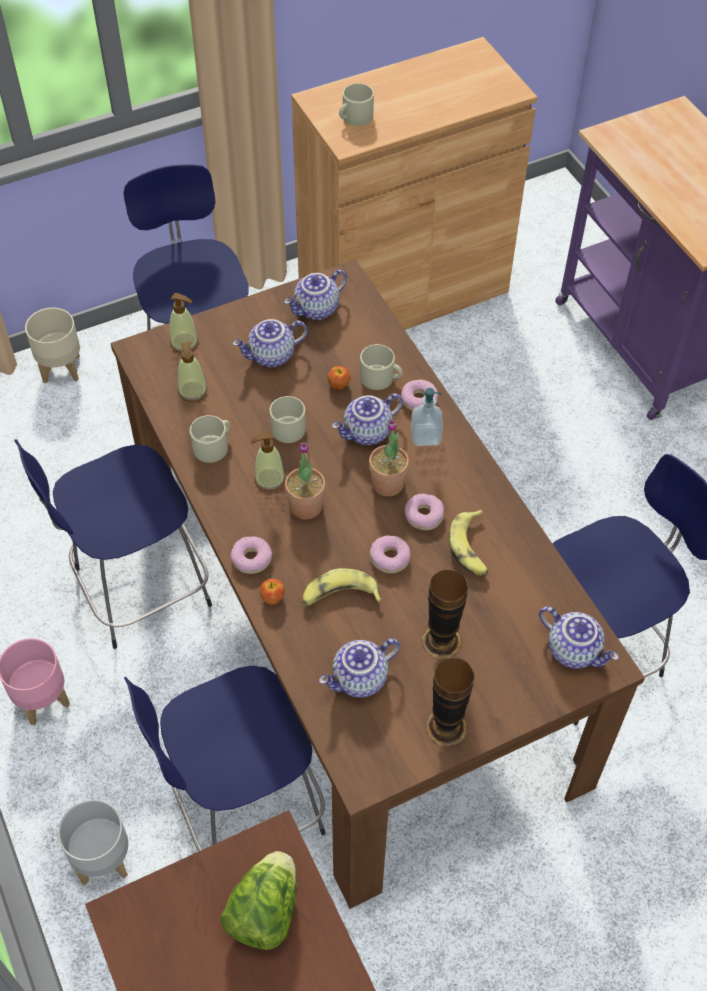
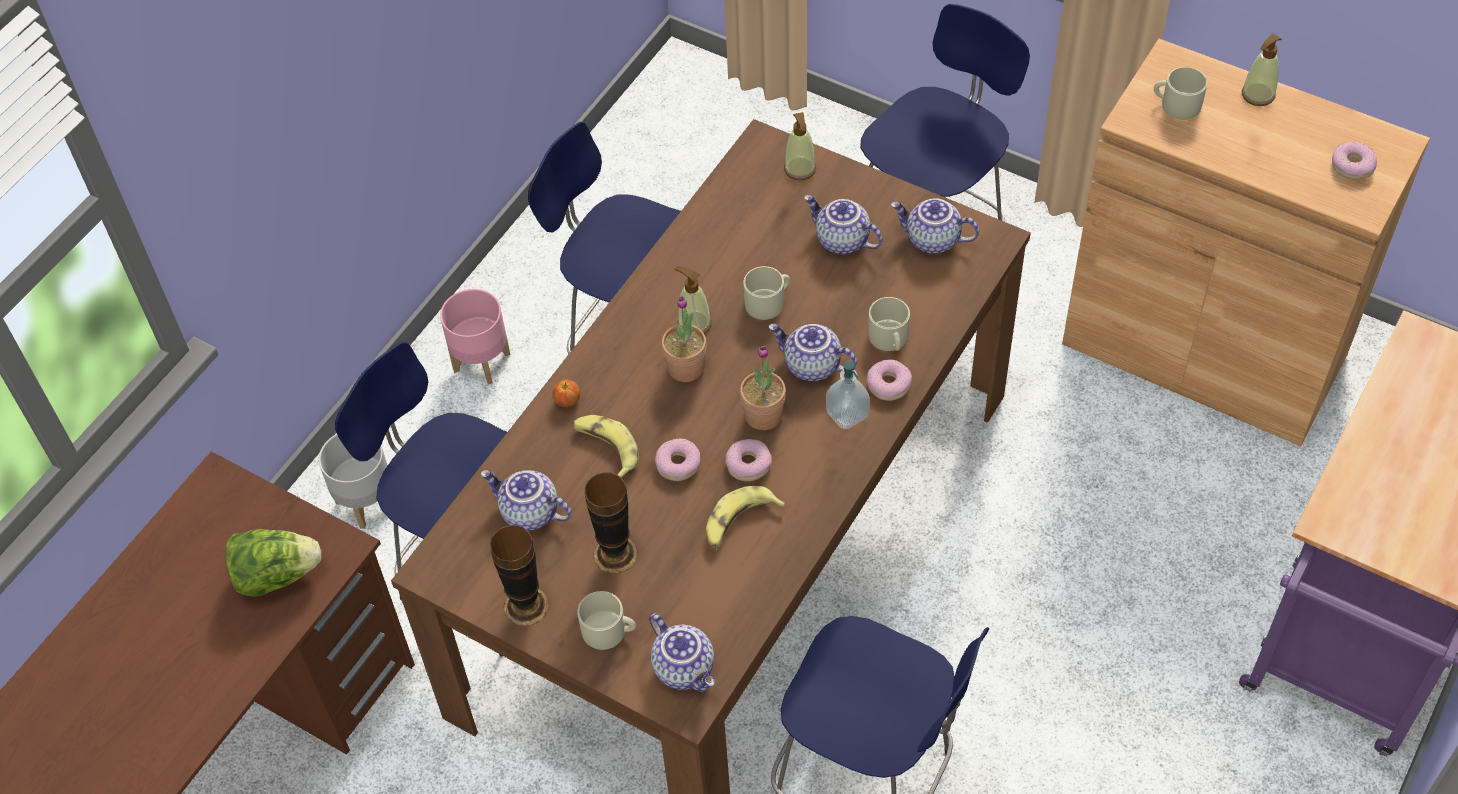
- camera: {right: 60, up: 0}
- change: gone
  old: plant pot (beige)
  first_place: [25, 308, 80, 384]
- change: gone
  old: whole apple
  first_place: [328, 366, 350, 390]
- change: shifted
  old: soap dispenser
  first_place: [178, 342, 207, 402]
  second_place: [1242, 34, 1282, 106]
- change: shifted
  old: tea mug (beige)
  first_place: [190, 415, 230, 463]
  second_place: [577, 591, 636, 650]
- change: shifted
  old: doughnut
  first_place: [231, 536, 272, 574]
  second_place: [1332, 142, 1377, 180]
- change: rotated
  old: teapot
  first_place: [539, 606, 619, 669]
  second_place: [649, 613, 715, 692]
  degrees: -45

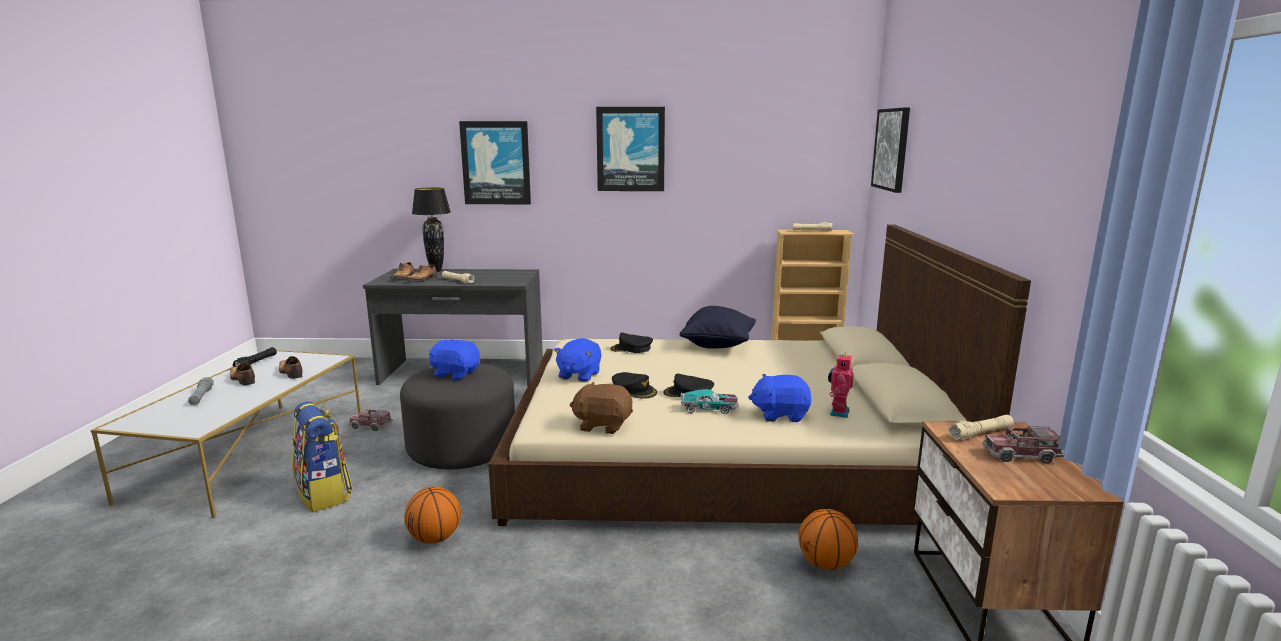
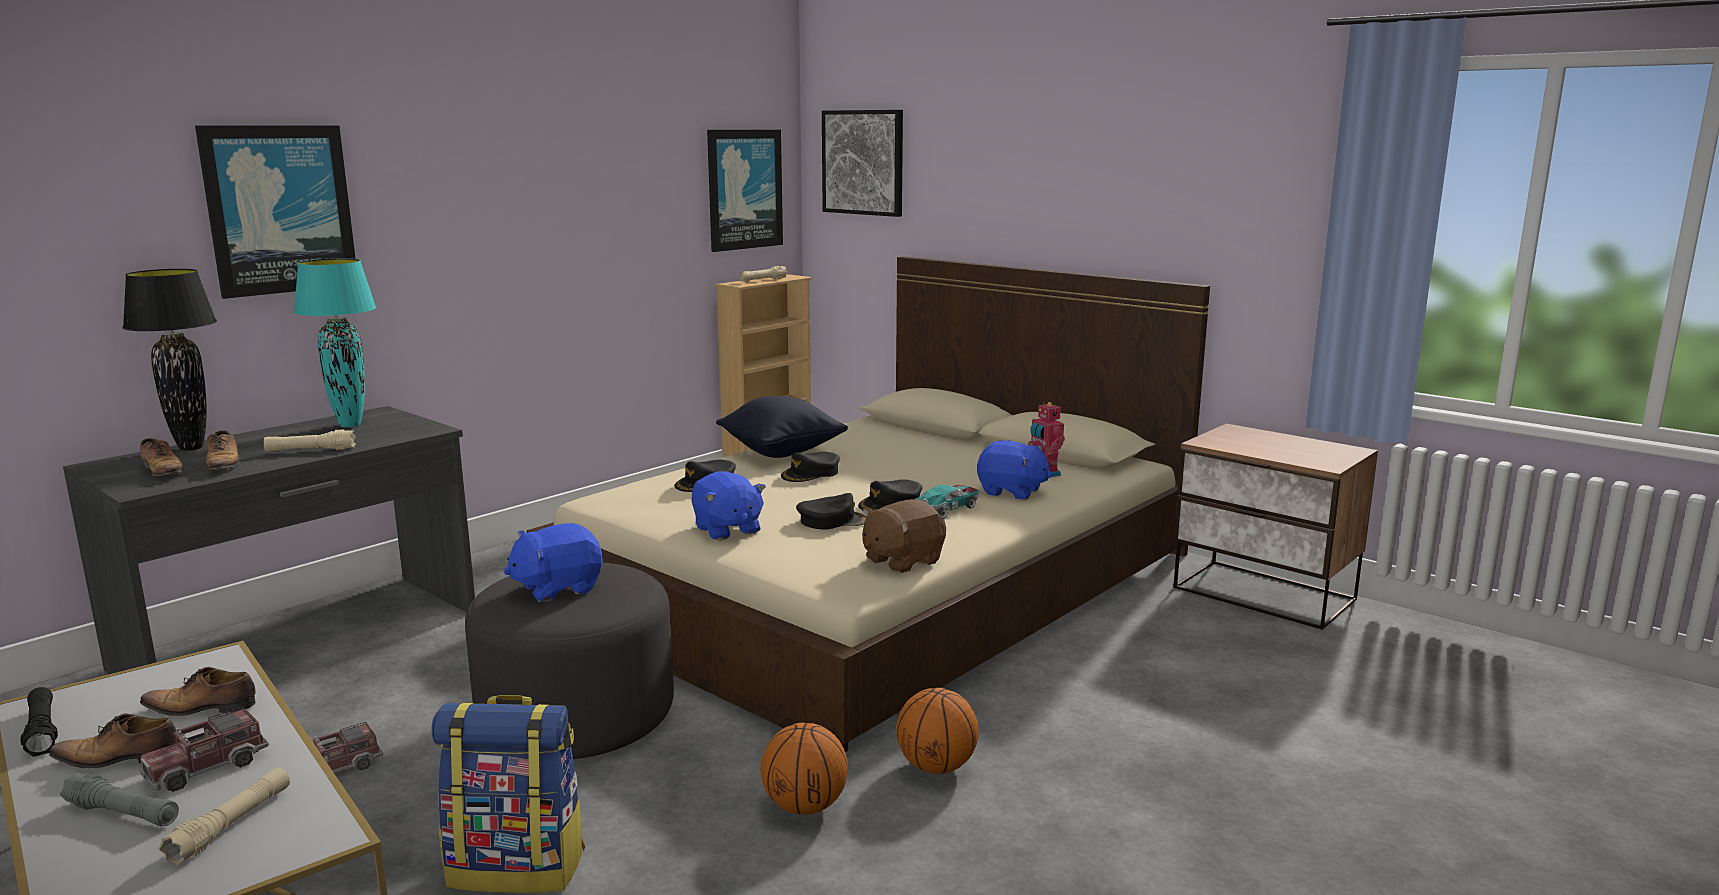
- camera: {right: -50, up: 0}
- change: new
  new: tabletop lamp (turquoise)
  second_place: [294, 258, 376, 428]
- change: new
  new: peaked cap (blackish)
  second_place: [781, 451, 840, 482]
- change: shifted
  old: wall picture
  first_place: [596, 107, 665, 191]
  second_place: [707, 130, 783, 252]
- change: shifted
  old: basketball ball
  first_place: [798, 509, 858, 570]
  second_place: [896, 688, 979, 774]
- change: shifted
  old: flashlight (beige)
  first_place: [948, 415, 1014, 440]
  second_place: [158, 768, 290, 865]
- change: shifted
  old: toy truck
  first_place: [982, 426, 1064, 463]
  second_place: [139, 707, 269, 792]
- change: rotated
  old: soft toy (bluish)
  first_place: [748, 374, 812, 422]
  second_place: [977, 440, 1053, 500]
  degrees: -105

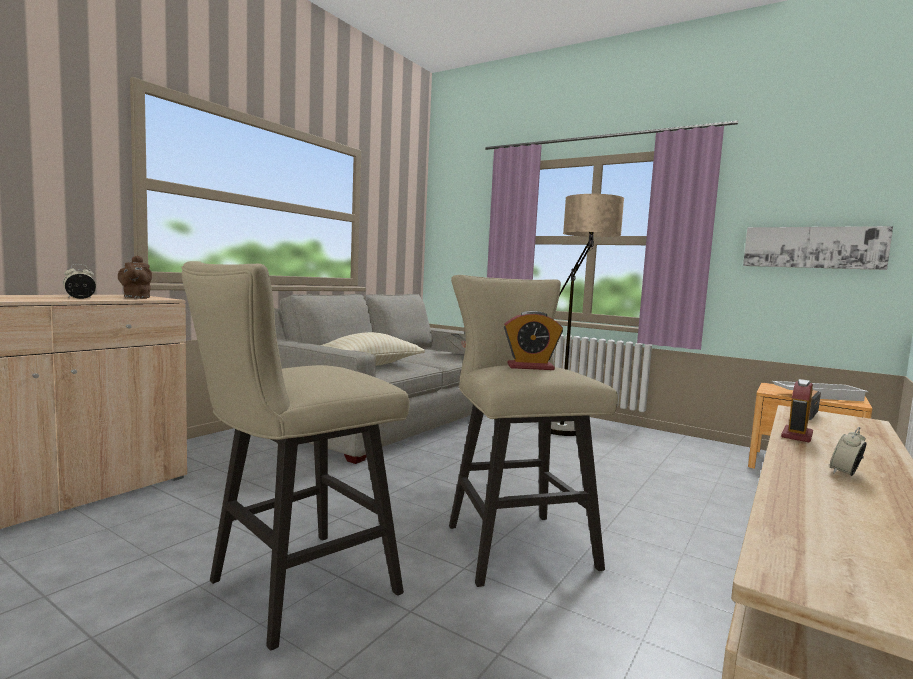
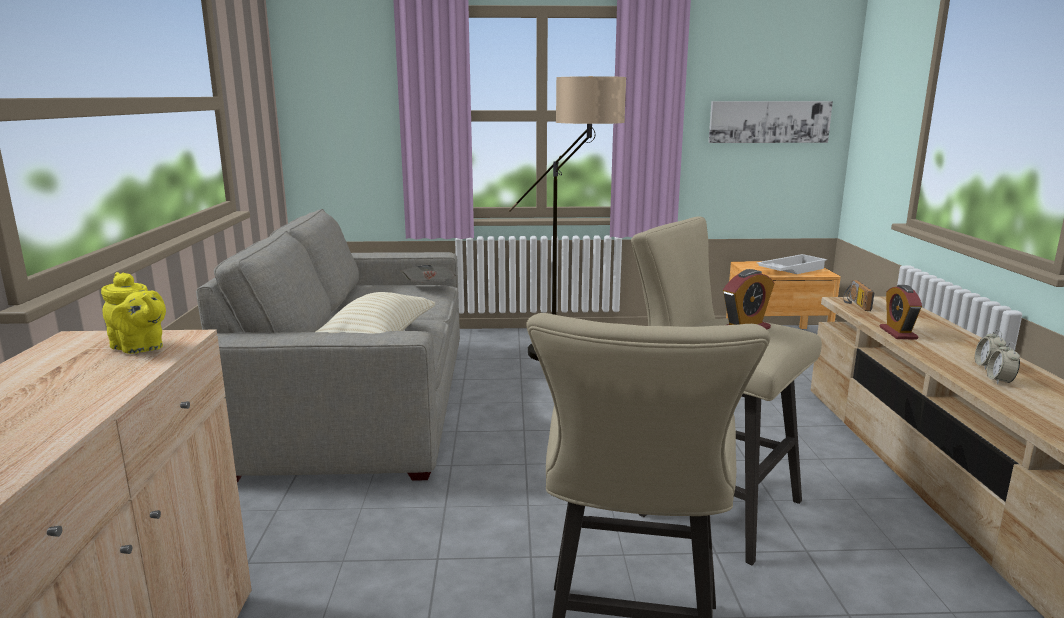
- camera: {right: -35, up: 10}
- change: shifted
  old: table clock
  first_place: [63, 264, 96, 299]
  second_place: [987, 342, 1020, 385]
- change: repainted
  old: teapot (brownish)
  new: teapot (yellow)
  first_place: [118, 256, 152, 299]
  second_place: [101, 272, 166, 354]

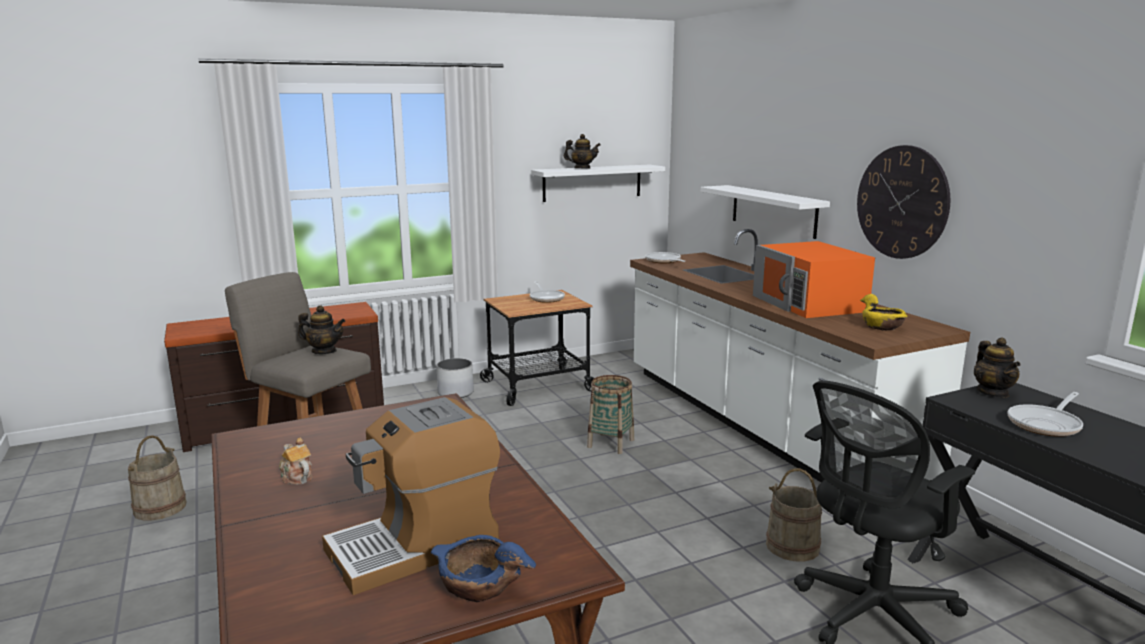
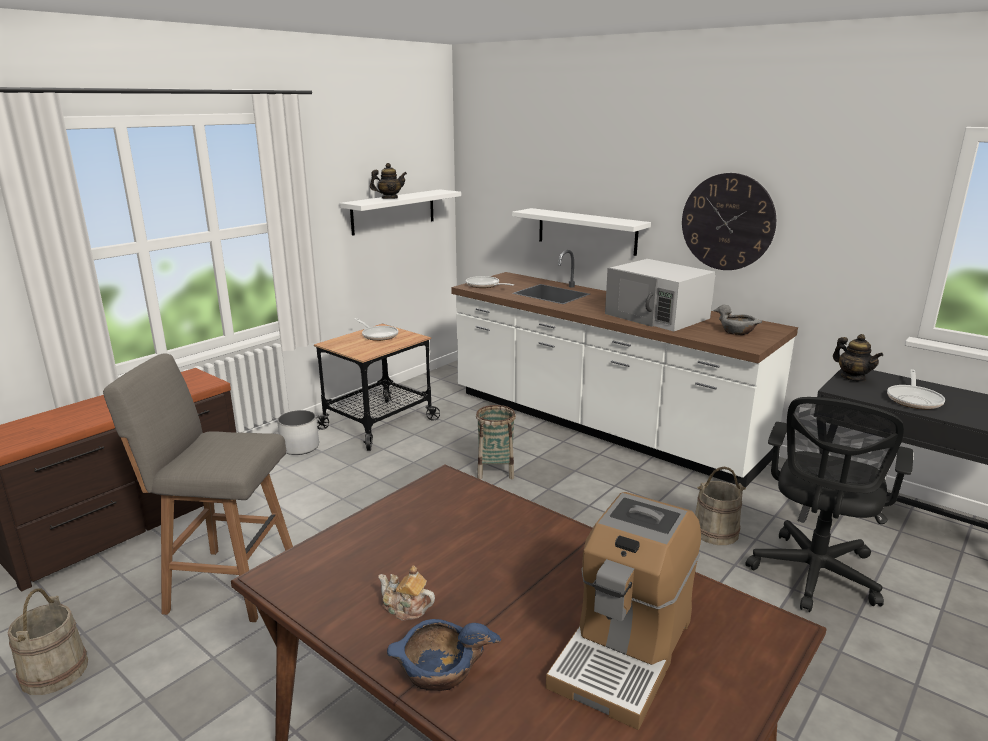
- camera: {right: -25, up: 5}
- change: gone
  old: teapot
  first_place: [298, 305, 345, 354]
- change: shifted
  old: bowl (bluish)
  first_place: [431, 535, 536, 602]
  second_place: [387, 619, 501, 691]
- change: repainted
  old: kitchen microwave (orange)
  new: kitchen microwave (whitish)
  first_place: [753, 241, 875, 318]
  second_place: [605, 259, 716, 331]
- change: repainted
  old: bowl (yellow)
  new: bowl (greyish)
  first_place: [860, 294, 908, 330]
  second_place: [713, 305, 762, 335]

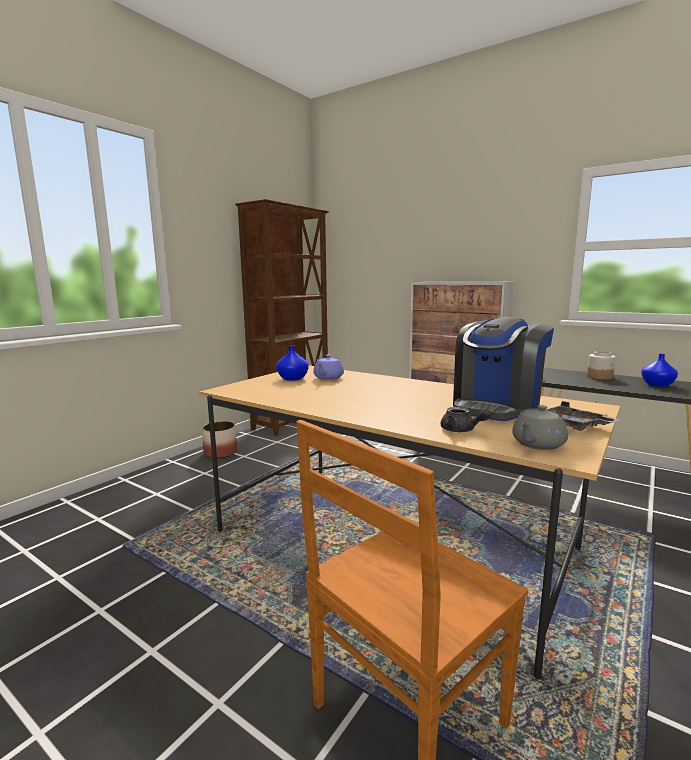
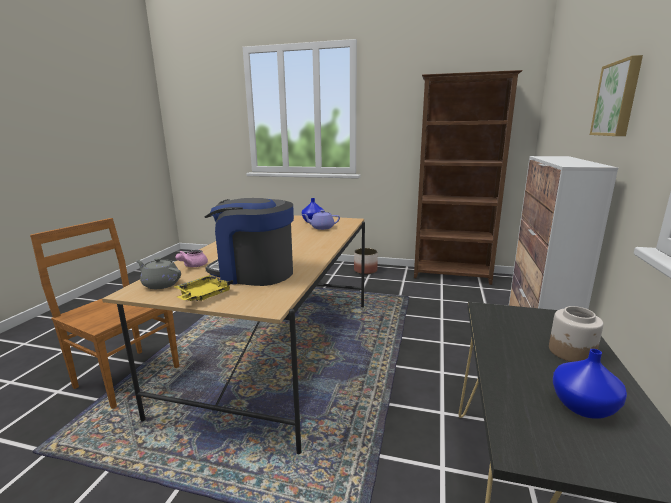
- camera: {right: 70, up: 5}
- change: new
  new: wall picture
  second_place: [590, 55, 643, 136]
- change: repainted
  old: teapot (greyish)
  new: teapot (pink)
  first_place: [441, 407, 491, 432]
  second_place: [175, 250, 208, 267]
- change: repainted
  old: serving tray (greyish)
  new: serving tray (yellow)
  first_place: [547, 401, 620, 431]
  second_place: [174, 275, 233, 301]

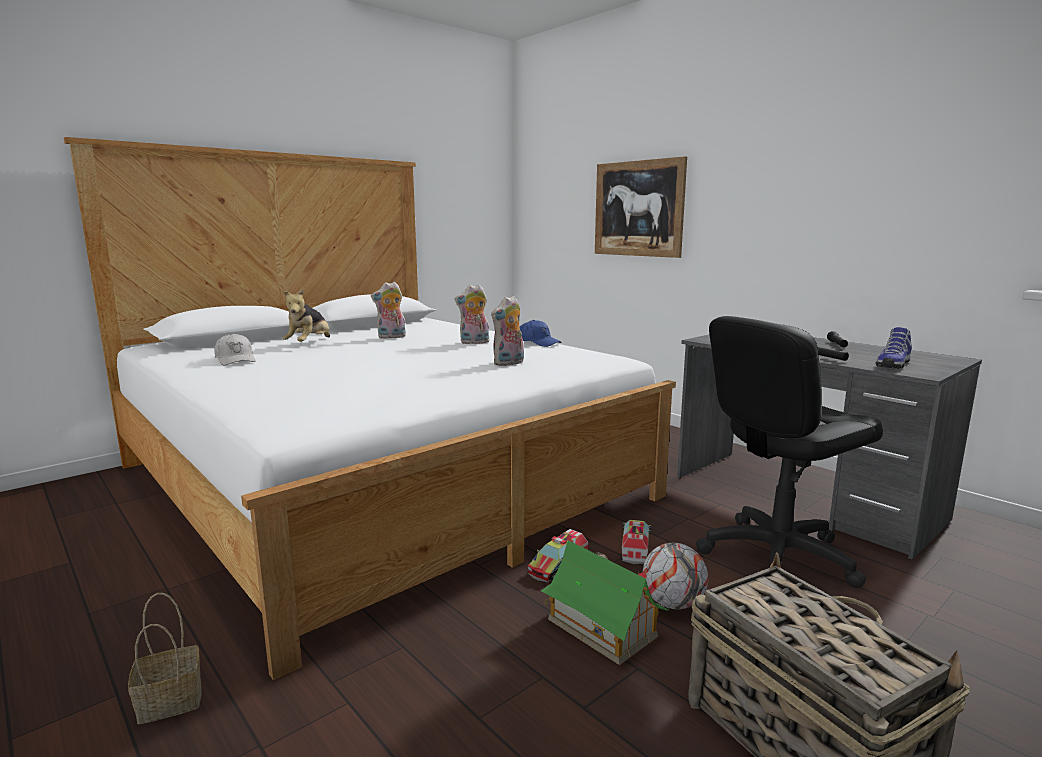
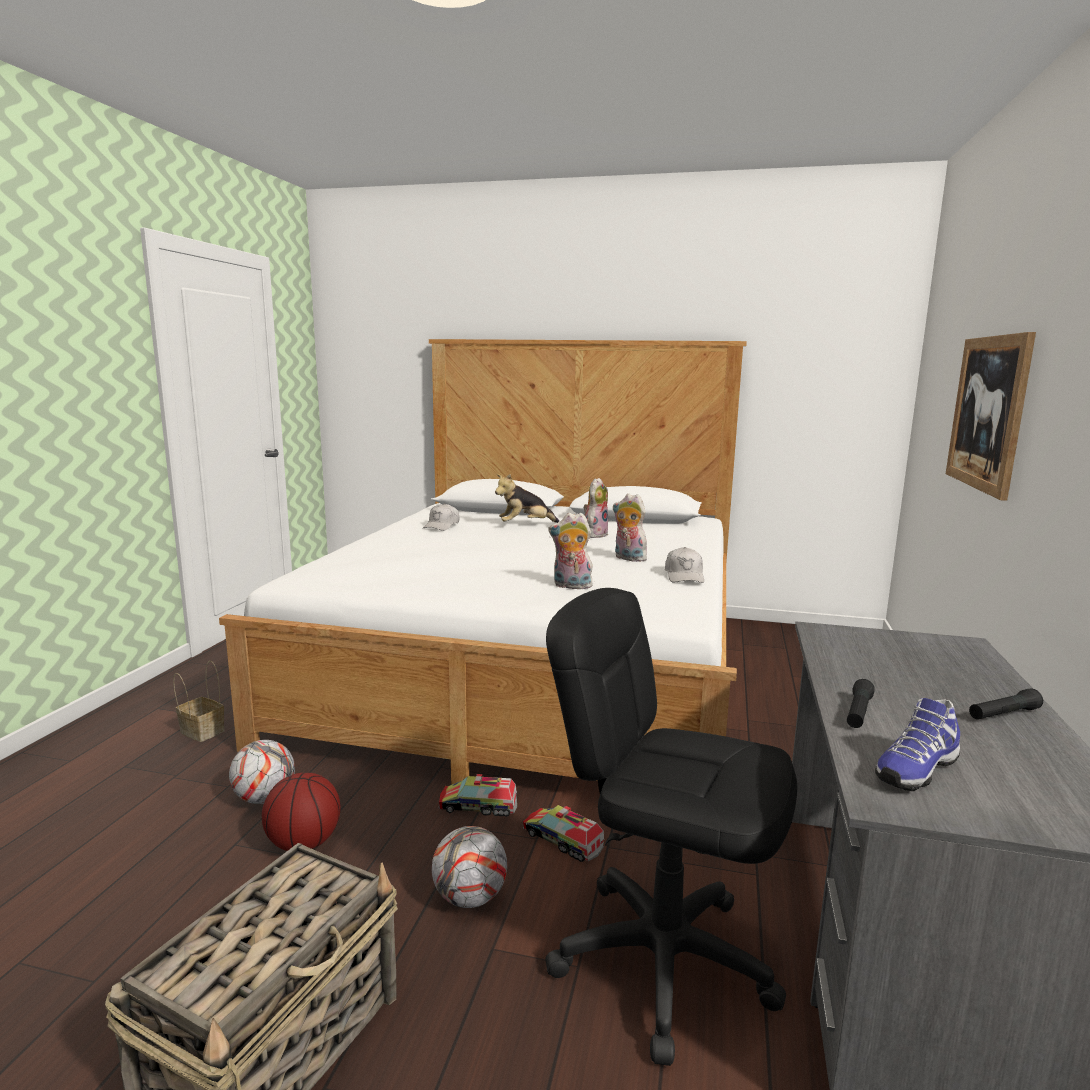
- camera: {right: 55, up: 0}
- change: gone
  old: toy house
  first_place: [541, 535, 669, 665]
- change: new
  new: ball for football
  second_place: [229, 740, 295, 804]
- change: new
  new: basketball ball
  second_place: [262, 773, 340, 851]
- change: repainted
  old: peaked cap (bluish)
  new: peaked cap (whitish)
  first_place: [520, 320, 561, 347]
  second_place: [665, 547, 704, 583]
- change: rotated
  old: soft toy
  first_place: [371, 282, 406, 339]
  second_place: [583, 478, 609, 538]
  degrees: 90
- change: rotated
  old: toy truck
  first_place: [621, 520, 651, 564]
  second_place: [523, 805, 604, 862]
  degrees: -120
- change: rotated
  old: low shoe
  first_place: [875, 327, 912, 369]
  second_place: [875, 698, 960, 791]
  degrees: -45

